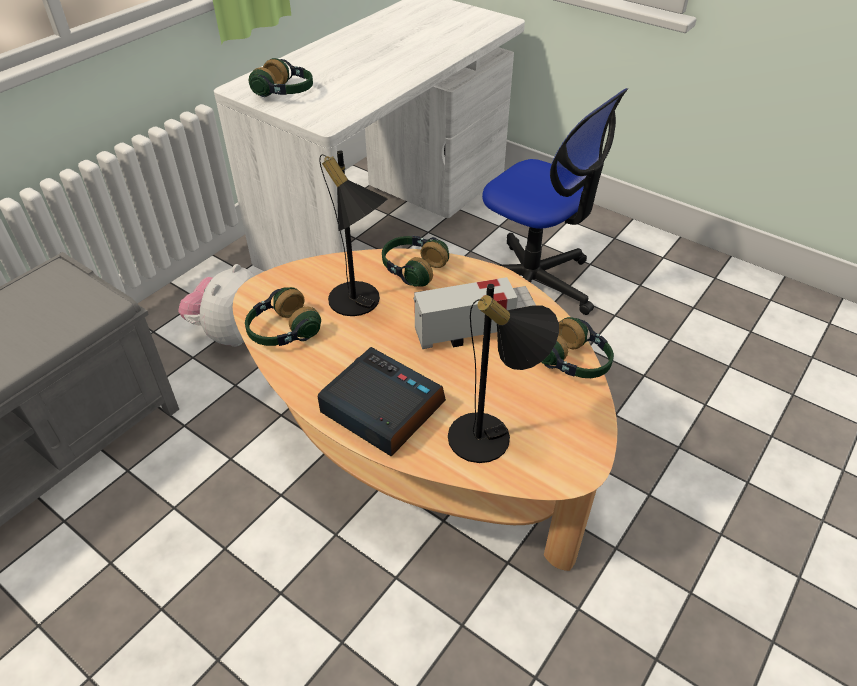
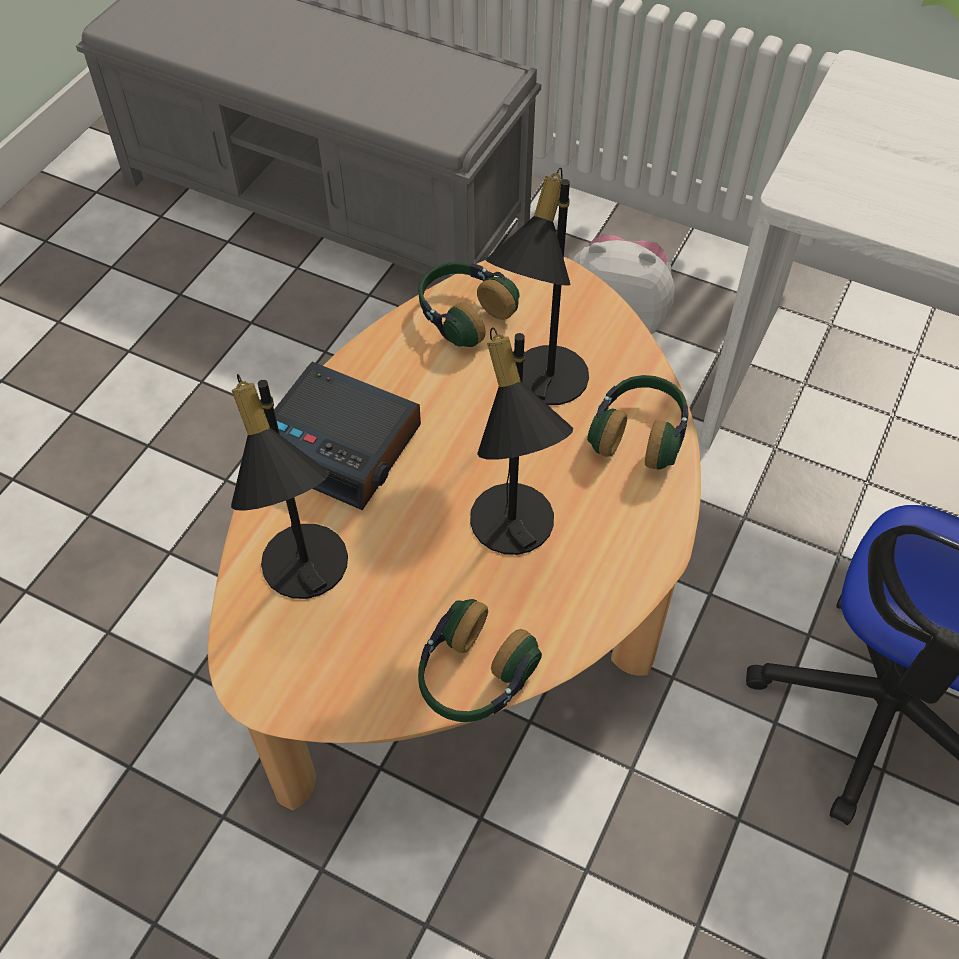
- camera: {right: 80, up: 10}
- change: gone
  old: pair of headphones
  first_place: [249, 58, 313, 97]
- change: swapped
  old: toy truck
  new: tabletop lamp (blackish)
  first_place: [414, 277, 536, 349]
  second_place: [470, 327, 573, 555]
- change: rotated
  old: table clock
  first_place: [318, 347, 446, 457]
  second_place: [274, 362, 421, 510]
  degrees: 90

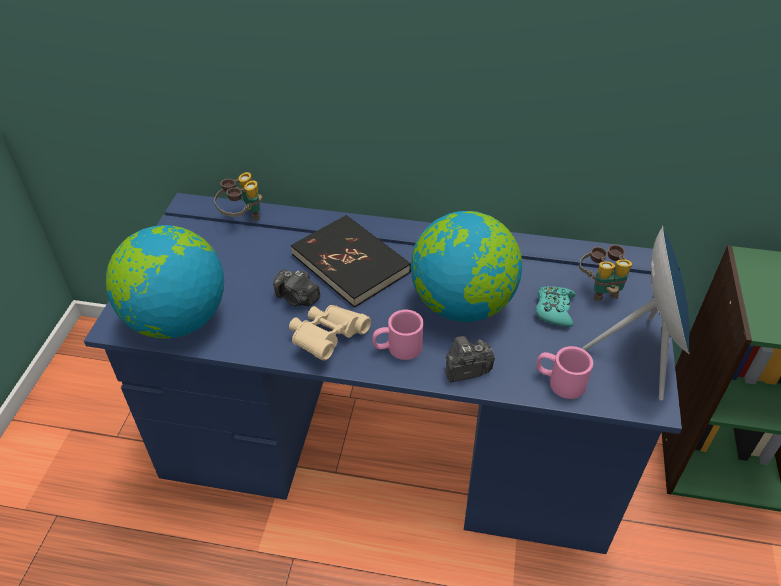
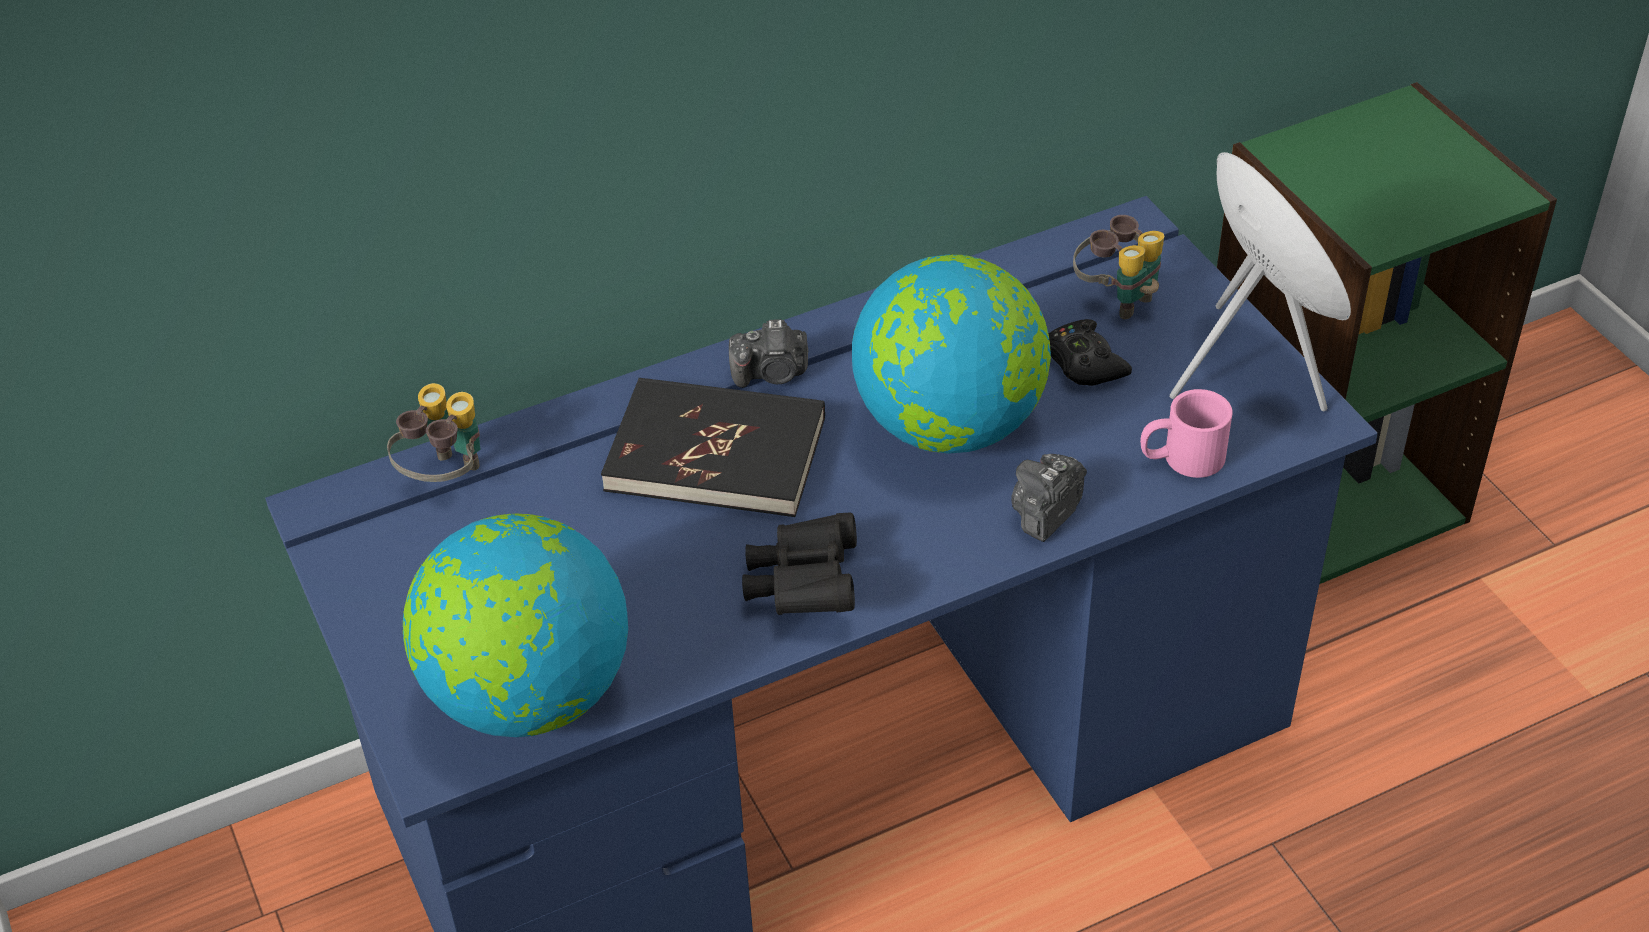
- camera: {right: -35, up: 0}
- change: gone
  old: tea mug (pink)
  first_place: [372, 310, 424, 360]
- change: shifted
  old: photo camera
  first_place: [273, 269, 320, 306]
  second_place: [729, 319, 808, 388]
- change: repainted
  old: field glasses (beige)
  new: field glasses (blackish)
  first_place: [289, 305, 371, 361]
  second_place: [742, 512, 857, 615]
- change: repainted
  old: gamepad (turquoise)
  new: gamepad (blackish)
  first_place: [536, 286, 576, 327]
  second_place: [1049, 319, 1132, 386]

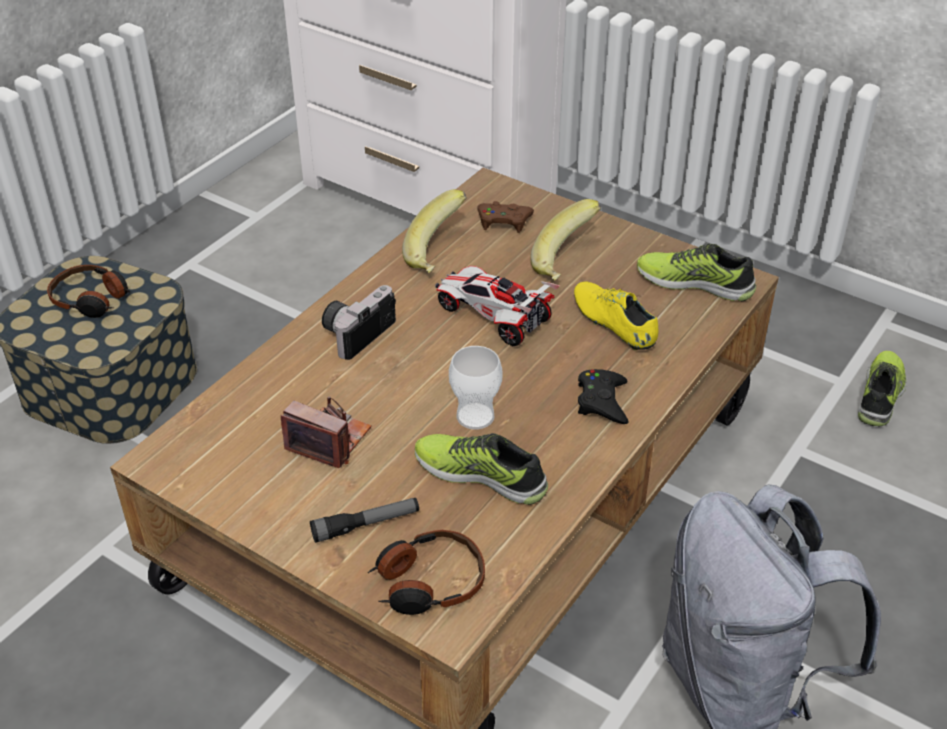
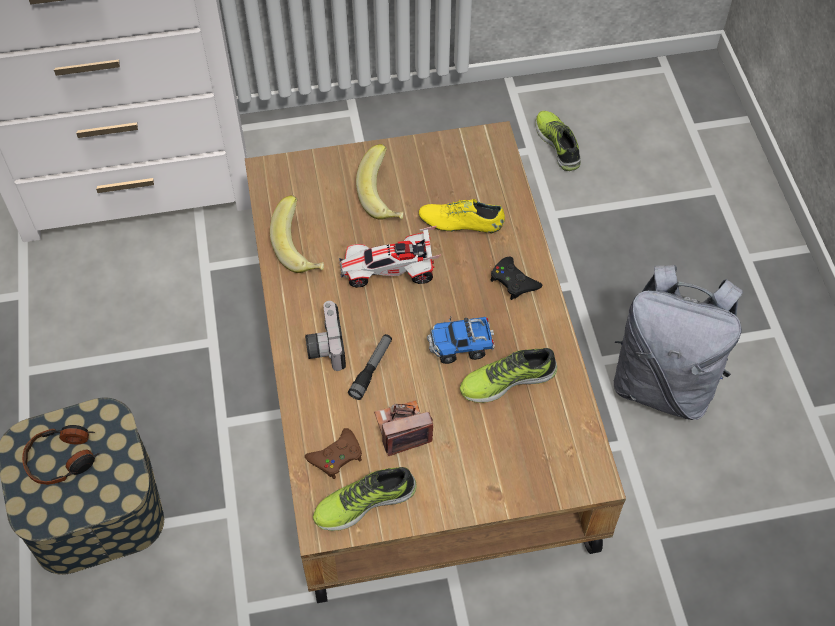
- camera: {right: -45, up: 15}
- change: gone
  old: pair of headphones
  first_place: [368, 530, 485, 615]
- change: shifted
  old: flashlight
  first_place: [310, 498, 419, 543]
  second_place: [348, 334, 392, 400]
- change: shifted
  old: gamepad (brownish)
  first_place: [477, 201, 534, 233]
  second_place: [305, 428, 362, 479]
- change: shifted
  old: low shoe
  first_place: [637, 243, 756, 301]
  second_place: [313, 467, 417, 531]
- change: swapped
  old: small cup
  new: toy truck
  first_place: [449, 346, 502, 430]
  second_place: [427, 317, 495, 364]

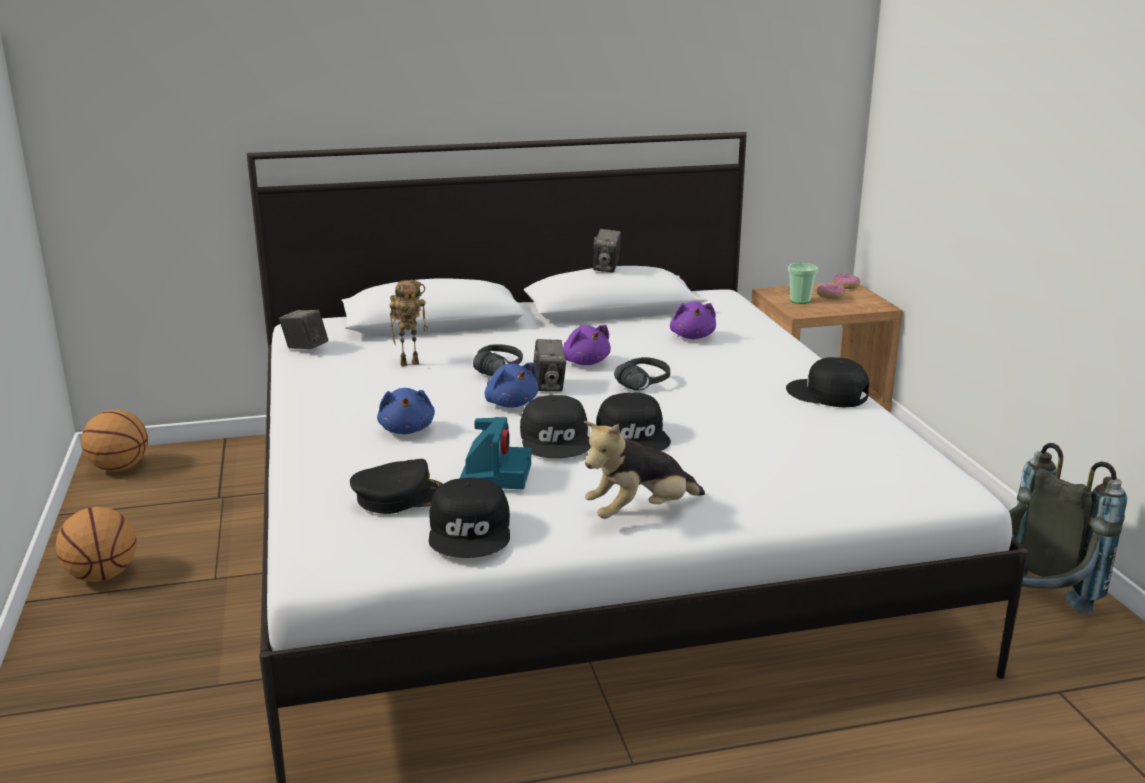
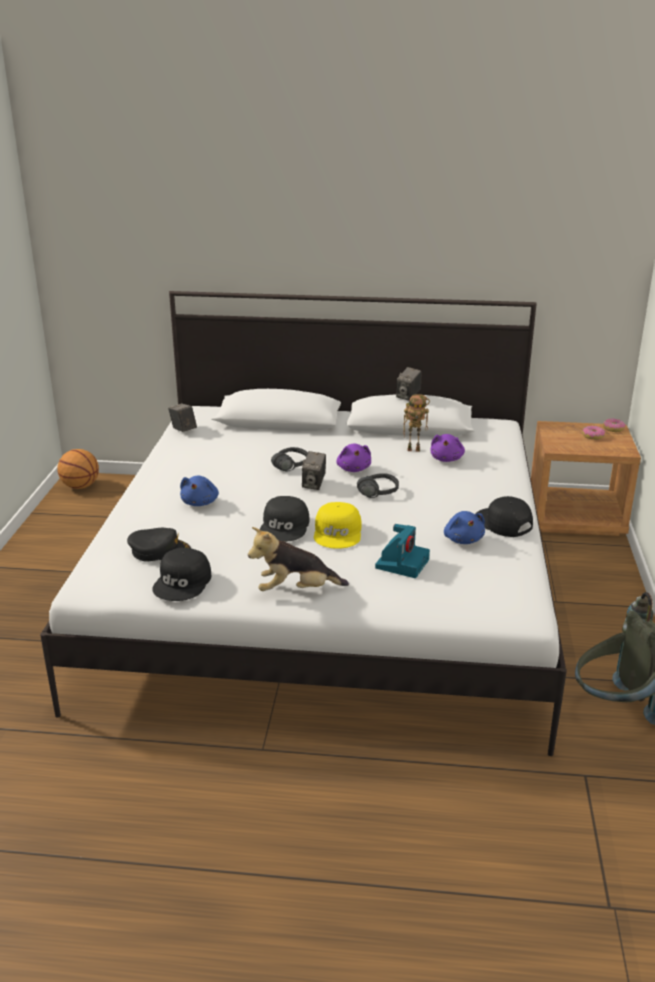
- camera: {right: 20, up: 5}
- change: gone
  old: basketball ball
  first_place: [56, 507, 136, 582]
- change: gone
  old: small cup
  first_place: [788, 263, 818, 304]
- change: shifted
  old: toy robot
  first_place: [389, 280, 428, 366]
  second_place: [403, 394, 430, 451]
- change: shifted
  old: photo camera
  first_place: [459, 417, 531, 489]
  second_place: [375, 524, 430, 578]
- change: shifted
  old: soft toy (bluish)
  first_place: [485, 362, 539, 408]
  second_place: [444, 511, 485, 544]
- change: repainted
  old: peaked cap (blackish)
  new: peaked cap (yellow)
  first_place: [596, 392, 671, 451]
  second_place: [314, 502, 362, 549]

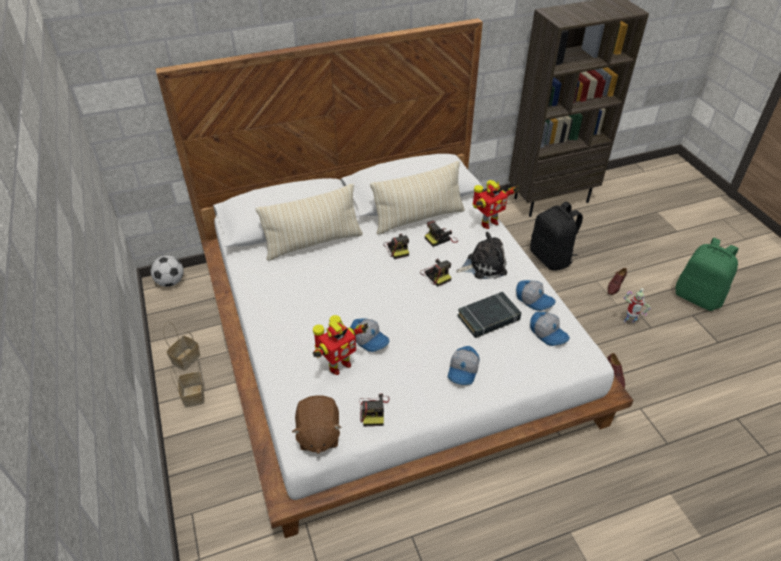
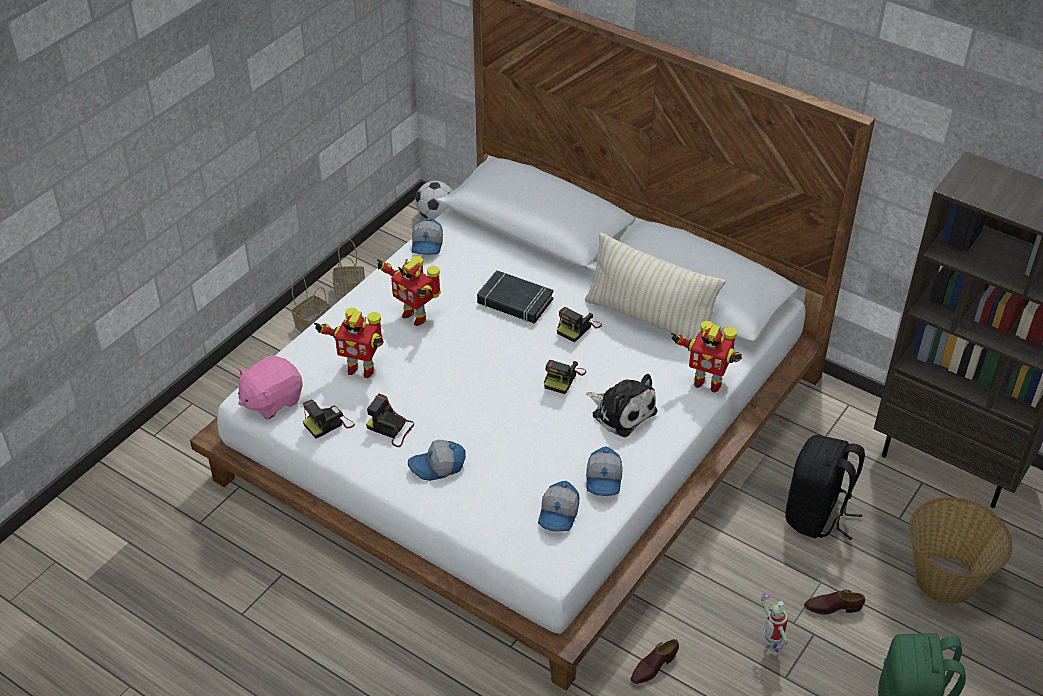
- camera: {right: 55, up: 0}
- change: gone
  old: throw pillow (beige)
  first_place: [256, 183, 363, 261]
- change: new
  new: toy robot
  second_place: [377, 256, 441, 326]
- change: new
  new: basket
  second_place: [909, 497, 1012, 604]
- change: shifted
  old: peaked cap
  first_place: [350, 318, 390, 352]
  second_place: [412, 218, 443, 255]
- change: shifted
  old: photo camera
  first_place: [425, 220, 458, 247]
  second_place: [366, 394, 414, 447]
- change: shifted
  old: book (blackish)
  first_place: [457, 292, 521, 338]
  second_place: [477, 270, 554, 323]
- change: repainted
  old: soft toy (brownish)
  new: soft toy (pink)
  first_place: [292, 395, 342, 454]
  second_place: [238, 355, 303, 420]

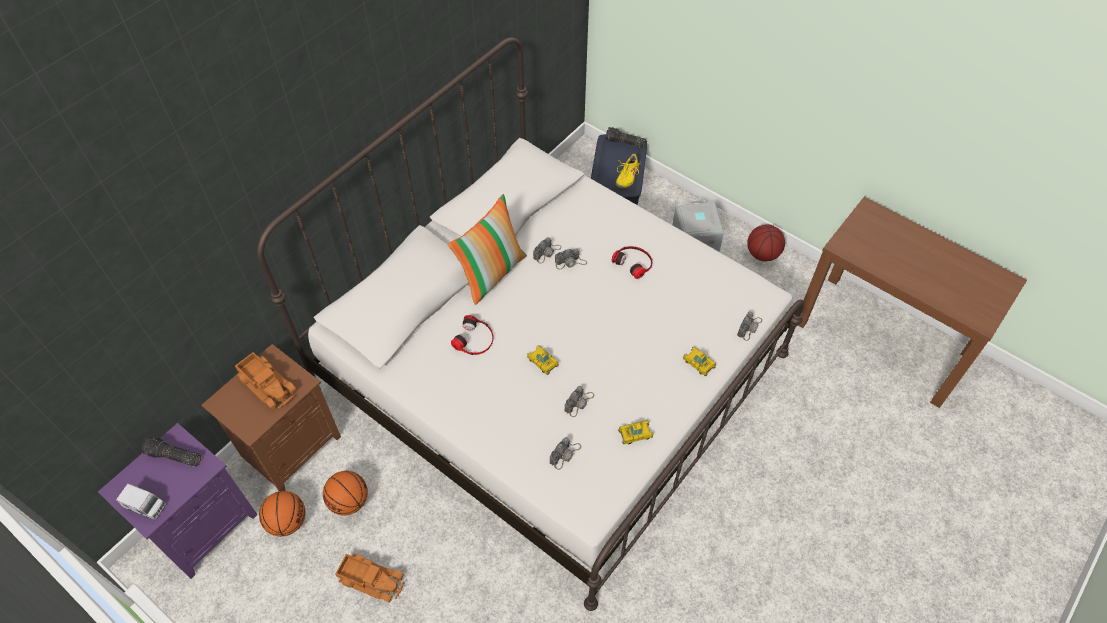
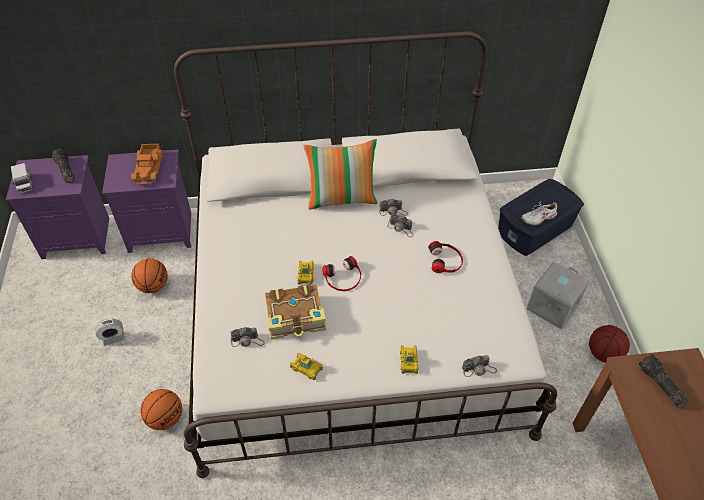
- camera: {right: 45, up: -5}
- change: shifted
  old: basketball ball
  first_place: [259, 491, 306, 537]
  second_place: [140, 389, 182, 430]
- change: shifted
  old: pair of headphones
  first_place: [451, 315, 494, 355]
  second_place: [322, 256, 361, 291]
- change: shifted
  old: flashlight
  first_place: [605, 127, 646, 148]
  second_place: [639, 354, 688, 407]
- change: swapped
  old: toy truck
  new: table clock
  first_place: [335, 554, 404, 603]
  second_place: [95, 319, 125, 346]
- change: swapped
  old: photo camera
  new: book
  first_place: [565, 386, 594, 417]
  second_place: [265, 284, 326, 340]
- change: repainted
  old: nightstand (brownish)
  new: nightstand (purple-coloured)
  first_place: [202, 344, 341, 491]
  second_place: [102, 150, 191, 253]
- change: repainted
  old: low shoe (yellow)
  new: low shoe (whitish)
  first_place: [616, 154, 642, 188]
  second_place: [521, 202, 557, 225]

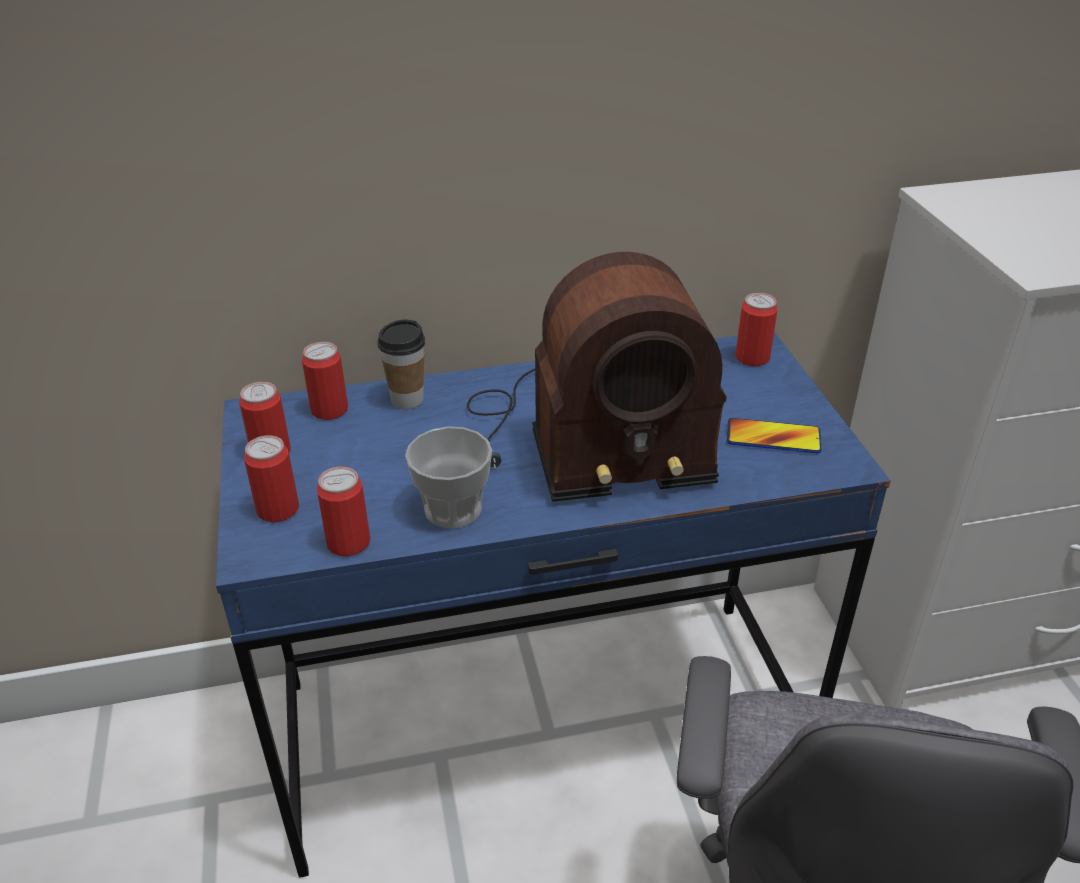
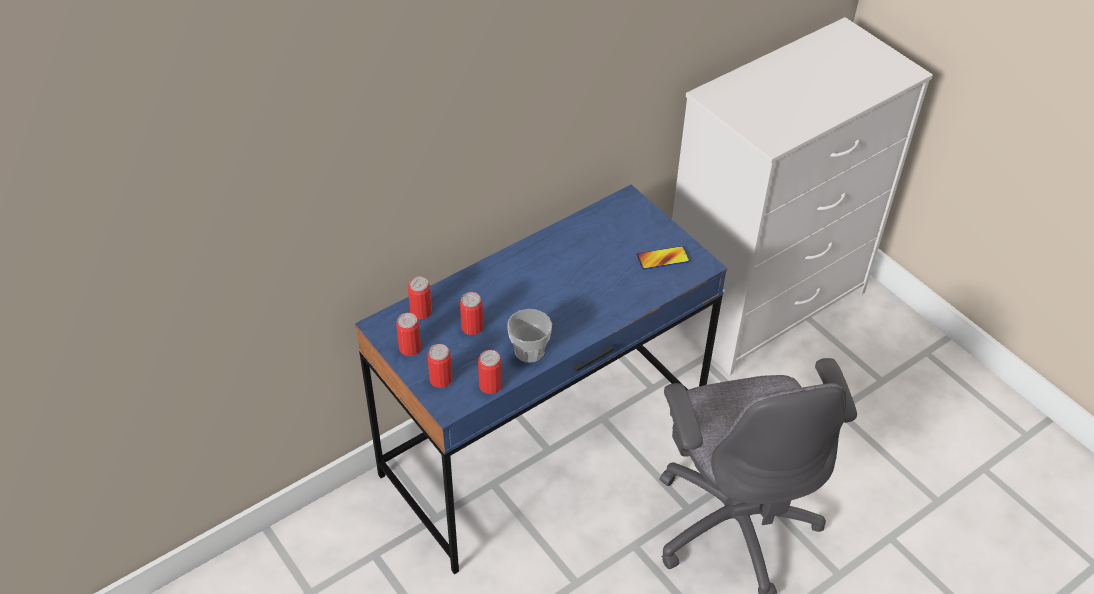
- camera: {right: -25, up: 10}
- change: gone
  old: small cup
  first_place: [378, 320, 425, 409]
- change: gone
  old: radio set
  first_place: [467, 252, 726, 502]
- change: shifted
  old: sealed can
  first_place: [735, 293, 778, 366]
  second_place: [460, 292, 483, 335]

